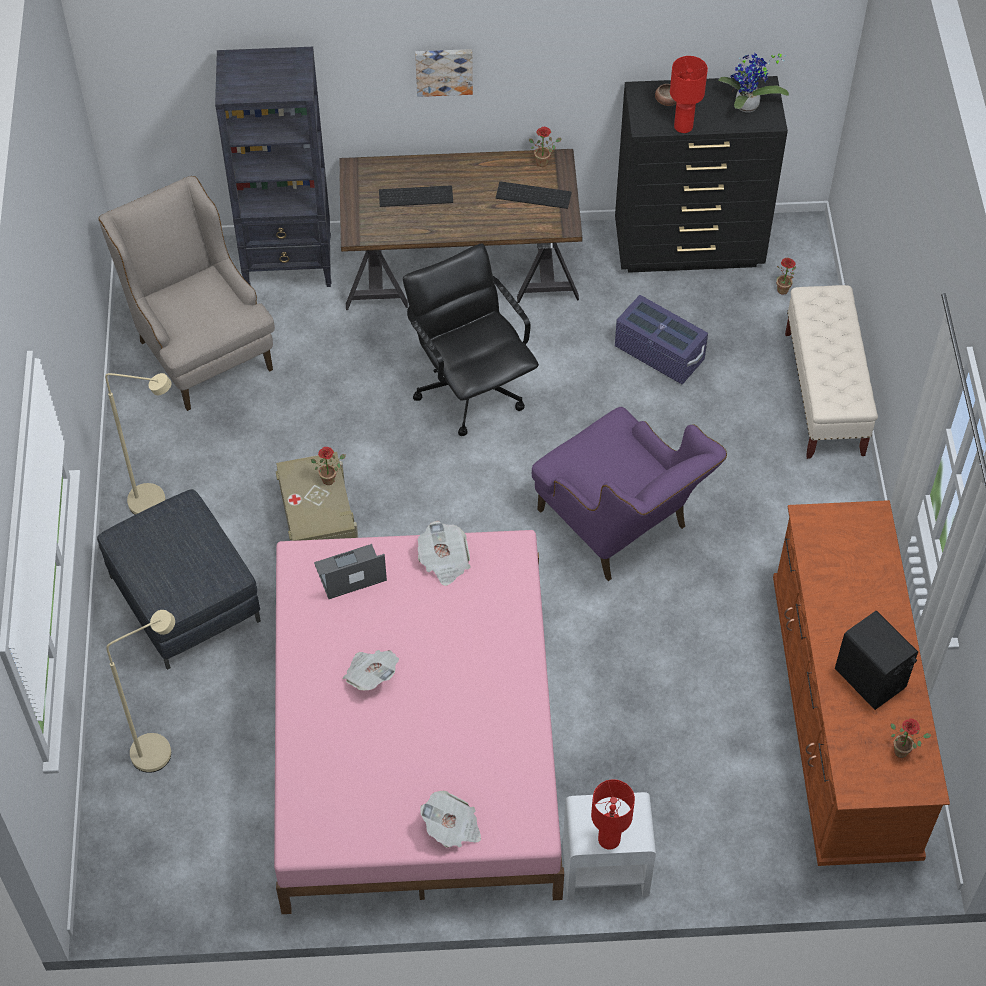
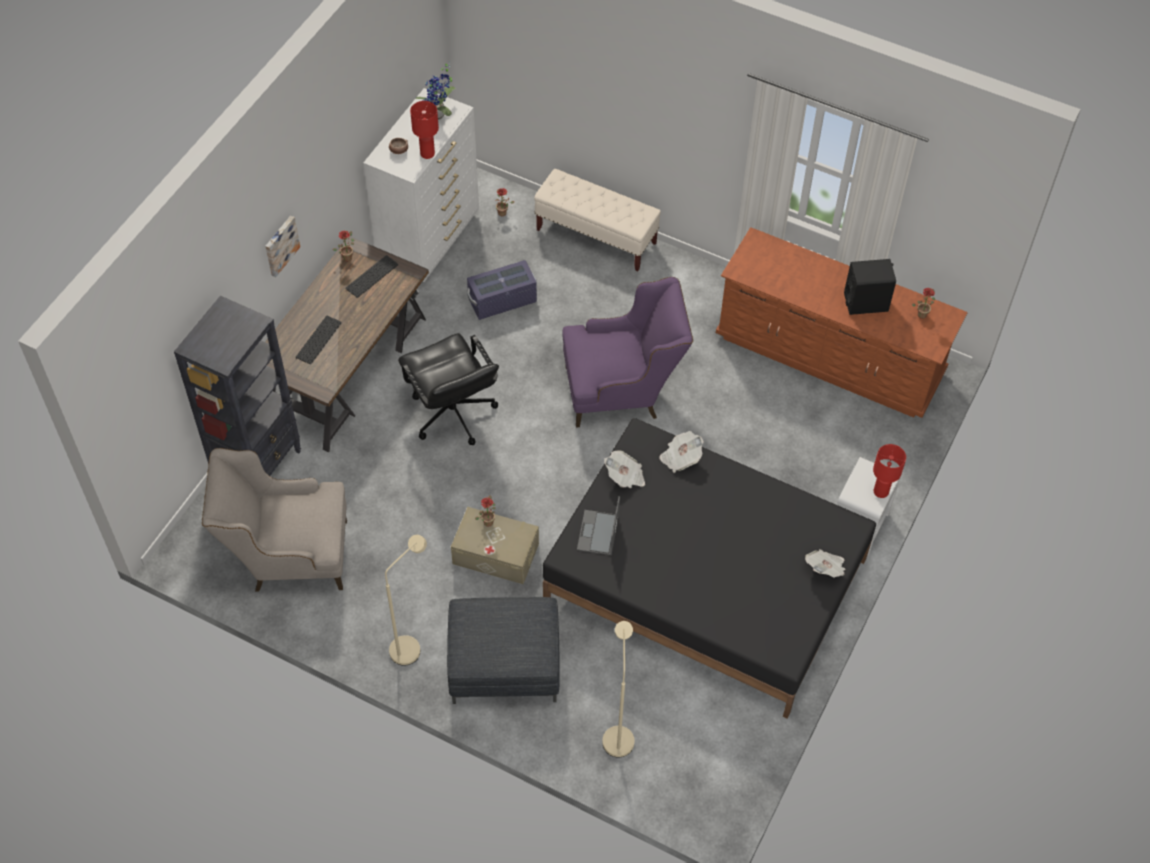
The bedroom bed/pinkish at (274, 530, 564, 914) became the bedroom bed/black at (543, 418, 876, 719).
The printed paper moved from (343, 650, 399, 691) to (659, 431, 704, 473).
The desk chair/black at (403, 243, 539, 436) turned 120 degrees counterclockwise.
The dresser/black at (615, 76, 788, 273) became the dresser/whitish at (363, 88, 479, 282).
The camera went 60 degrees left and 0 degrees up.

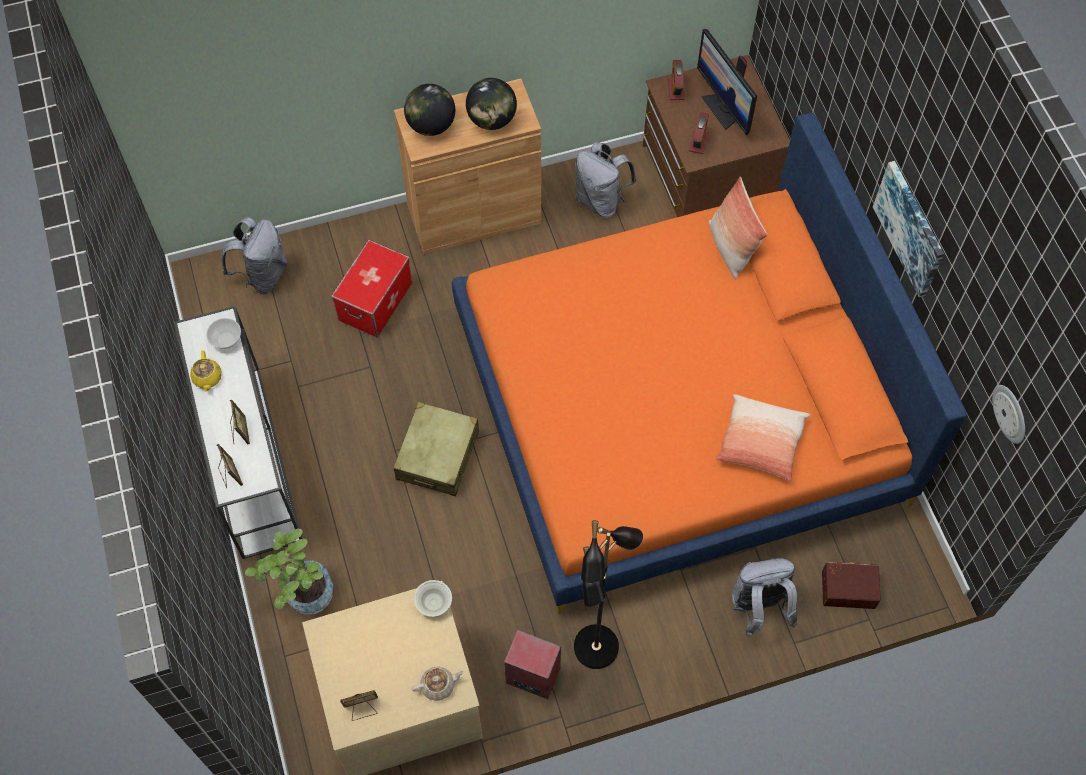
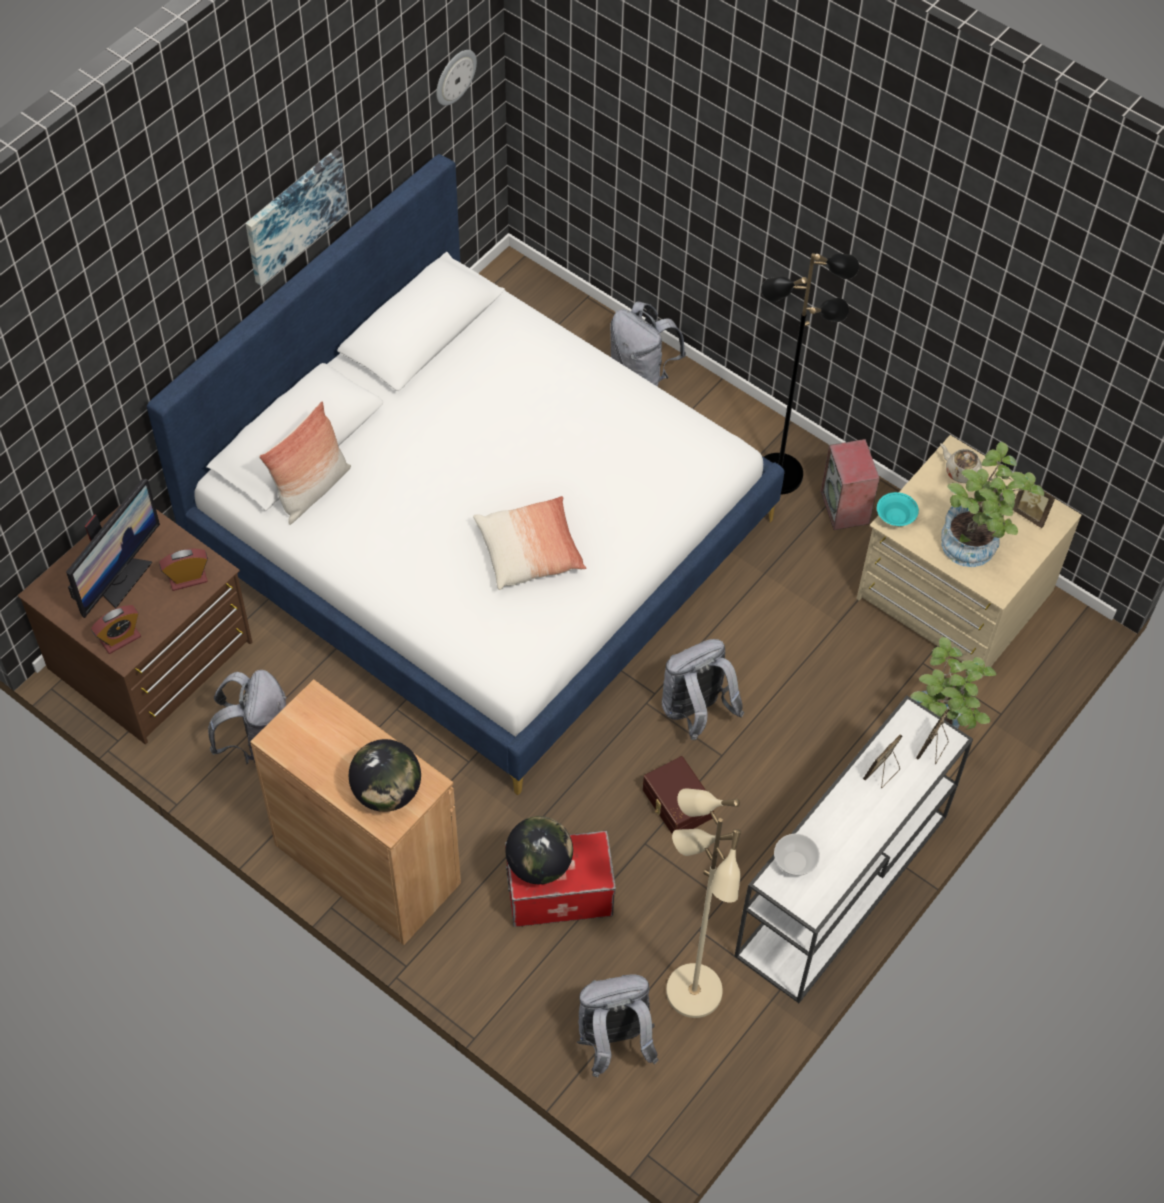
The tea pot/yellow-coloured at (190, 350, 222, 392) disappeared.
The suitcase/sand-coloured at (394, 402, 479, 496) was replaced by the backpack/gray at (662, 639, 744, 740).
The serving bowl/whitish at (414, 580, 452, 617) became the serving bowl/blue-green at (877, 492, 919, 526).
The bedroom bed/orange at (452, 113, 967, 614) became the bedroom bed/whitish at (147, 154, 784, 795).
The world globe moved from (466, 78, 517, 130) to (505, 816, 573, 884).
The cushion moved from (715, 394, 810, 482) to (473, 496, 587, 590).
The storage bin/brown-coloured moved from (822, 562, 881, 609) to (643, 756, 715, 834).
The standing lamp/sand-coloured at (666, 788, 741, 1018) appeared.
The plant in a pot at (941, 442, 1044, 567) appeared.
The camera went 125 degrees left and 5 degrees down.

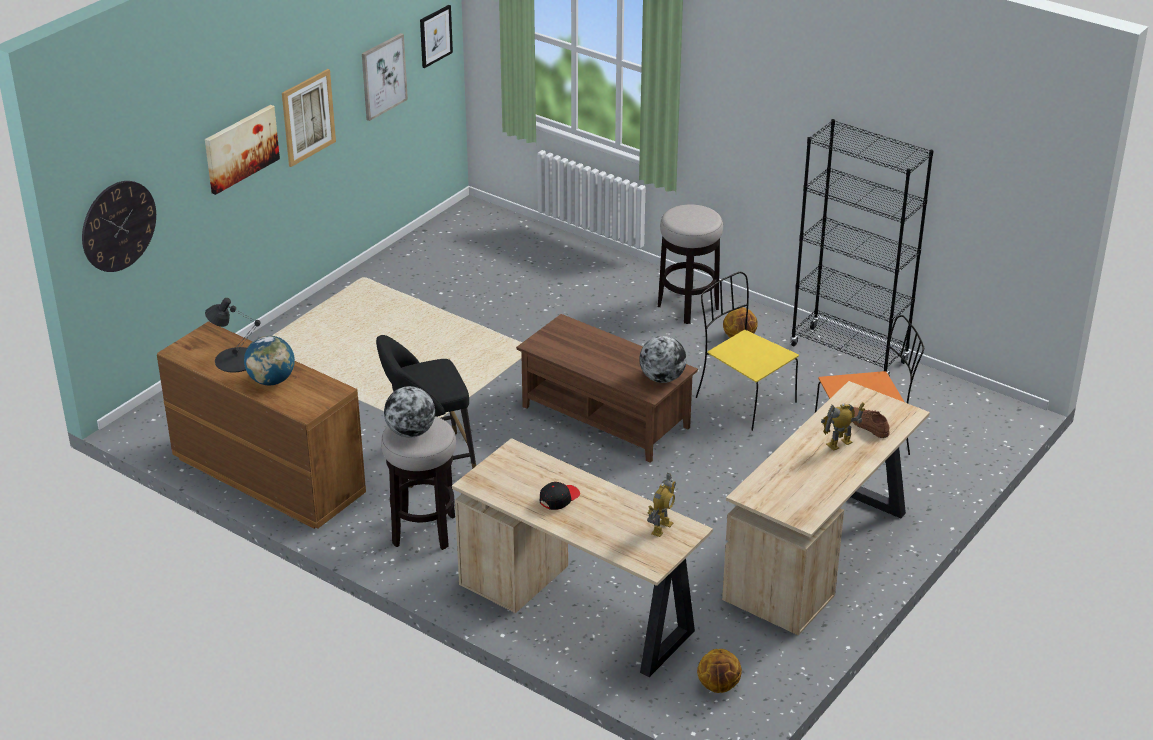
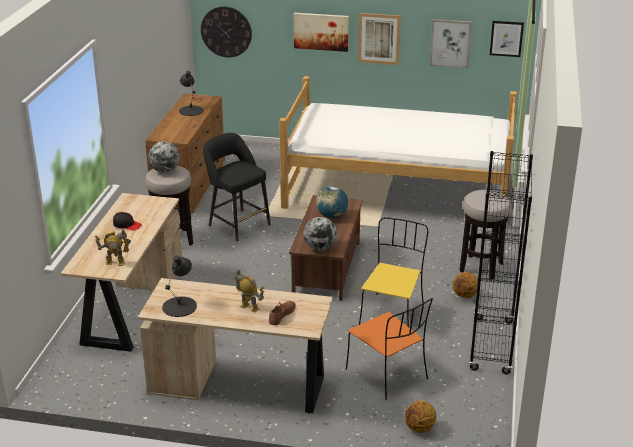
The world globe moved from (244, 336, 295, 385) to (316, 186, 348, 218).
The basketball ball moved from (697, 649, 742, 693) to (405, 400, 436, 433).
The tabletop lamp/black at (162, 255, 197, 317) appeared.
The bedroom bed at (279, 76, 517, 229) appeared.
The camera went 65 degrees right and 5 degrees down.

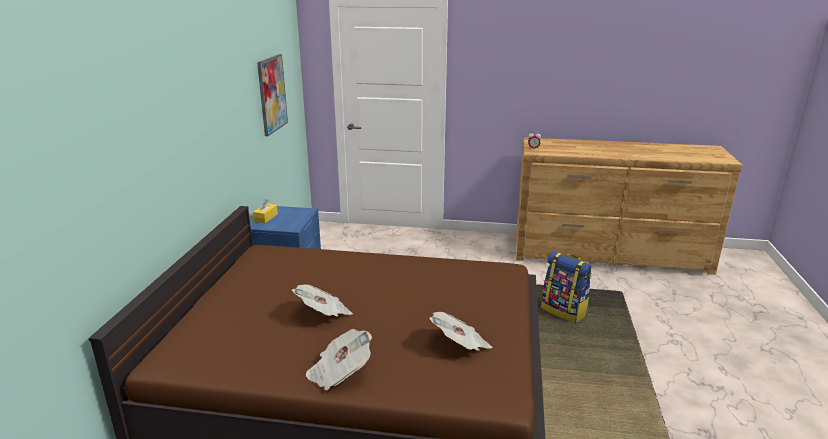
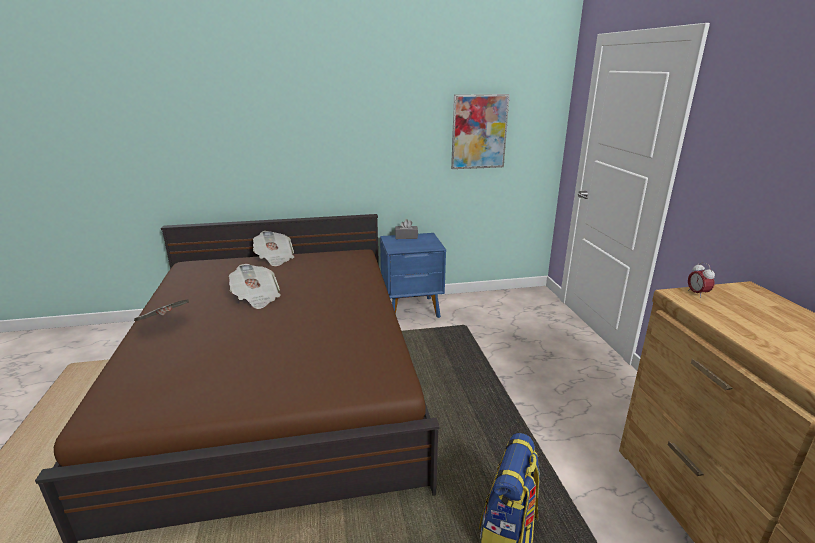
The box of tissues/yellow-coloured at (253, 199, 278, 223) became the box of tissues/gray at (395, 219, 418, 239).
The printed paper moved from (429, 312, 492, 351) to (253, 231, 294, 266).
The camera went 70 degrees right and 0 degrees up.

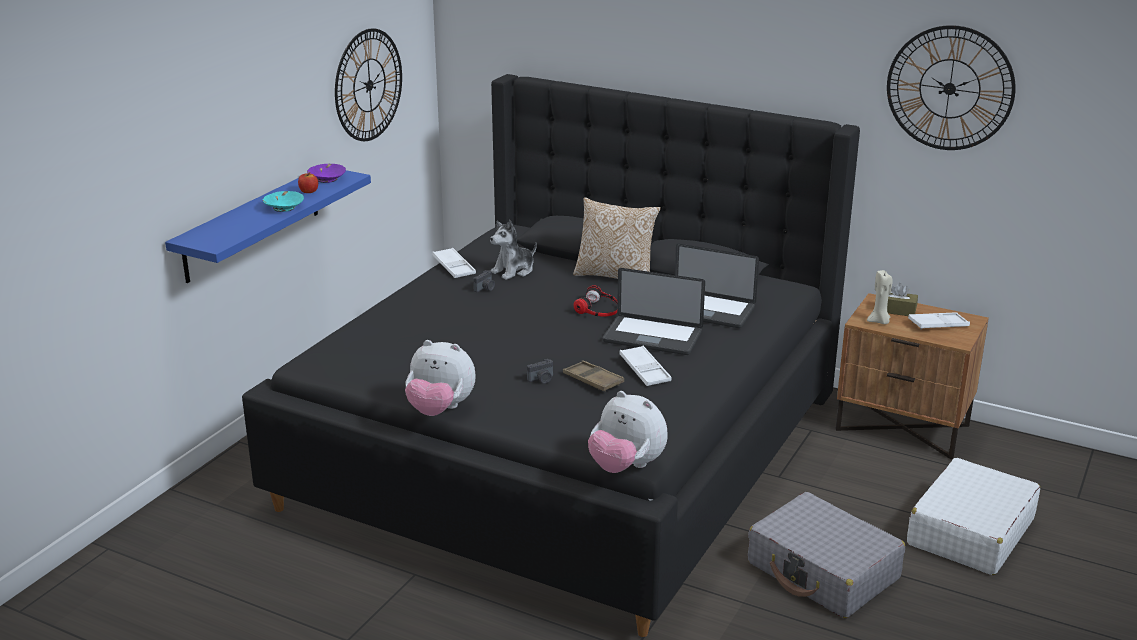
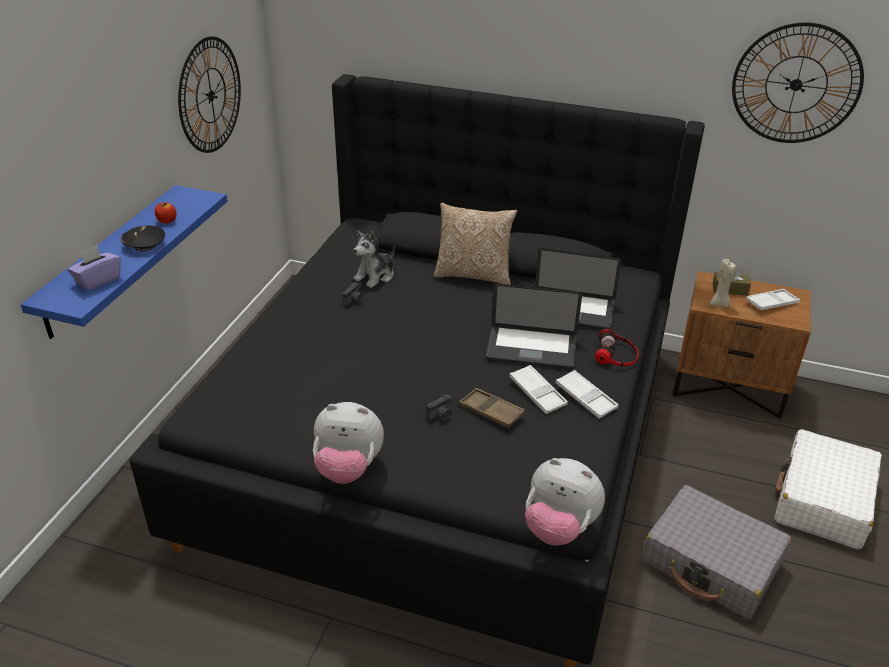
The serving bowl/blue-green at (263, 191, 304, 212) became the serving bowl/black at (121, 226, 165, 251).
The serving bowl/purple at (307, 164, 346, 183) disappeared.
The carrying tray/whitish moved from (432, 248, 476, 278) to (556, 370, 618, 419).
The headphones moved from (574, 285, 618, 317) to (595, 329, 639, 366).
The box of tissues/purple at (68, 245, 121, 291) appeared.
The camera went 10 degrees left and 10 degrees up.

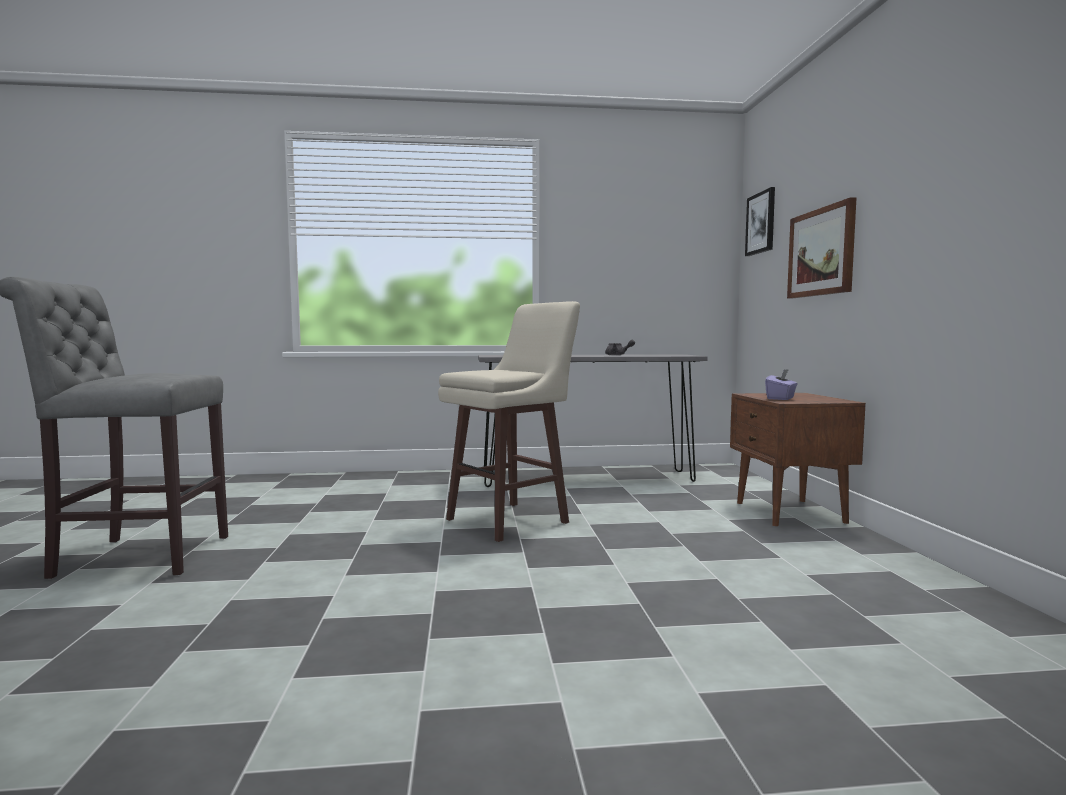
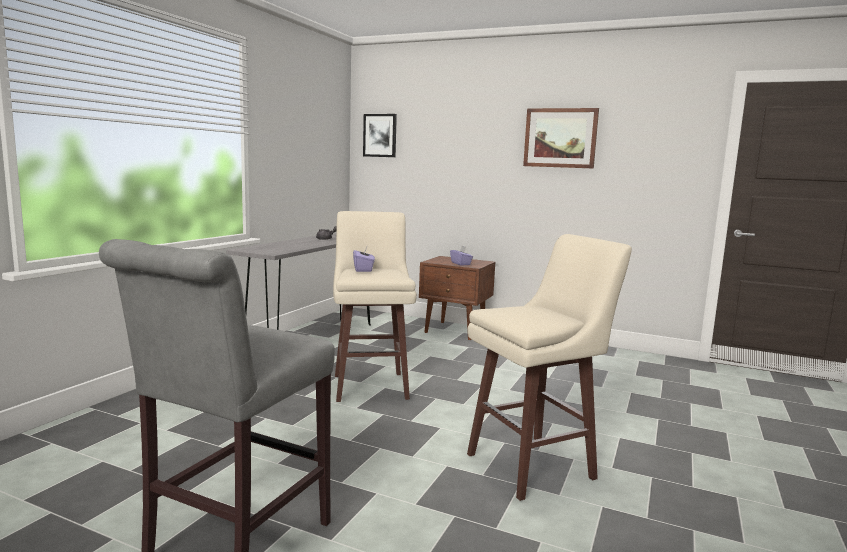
The wall picture moved from (787, 197, 856, 299) to (523, 108, 599, 169).
The box of tissues/purple at (353, 247, 375, 272) appeared.
The stool seat/sand-coloured at (467, 234, 632, 501) appeared.
The camera went 60 degrees left and 5 degrees up.

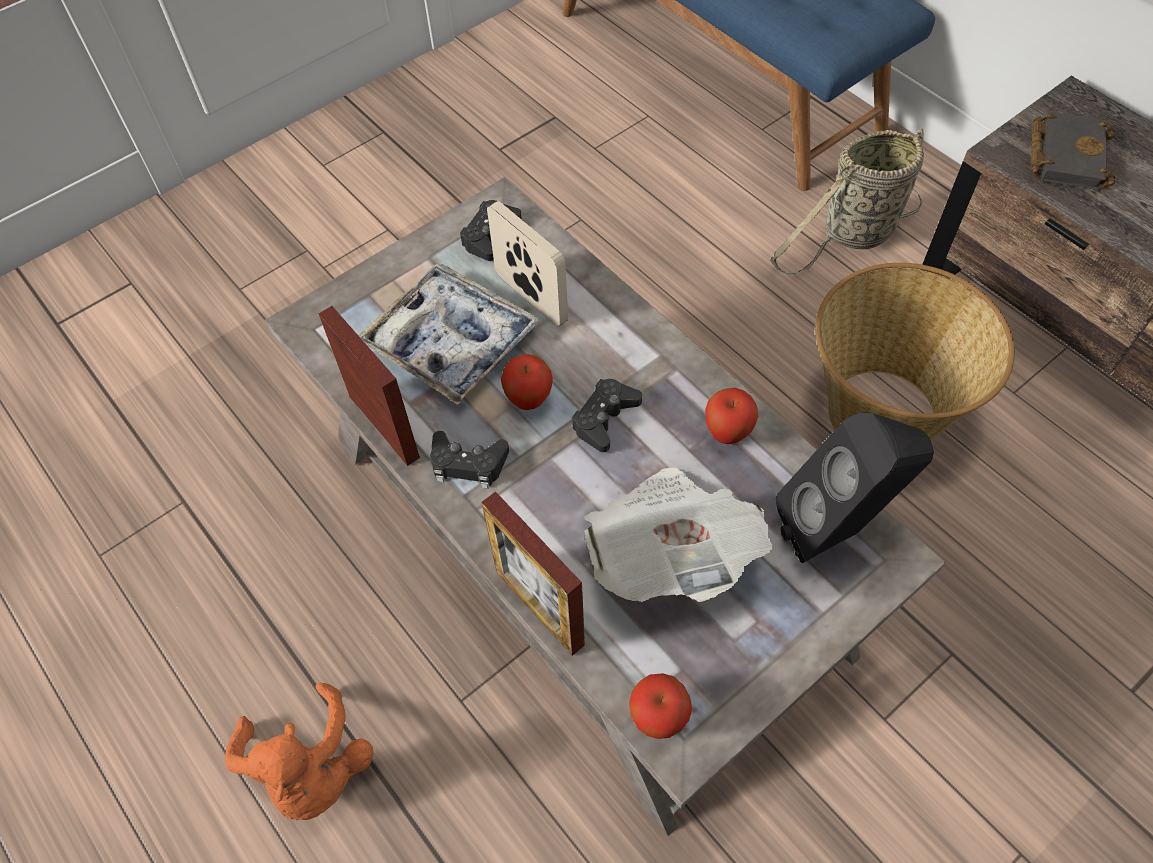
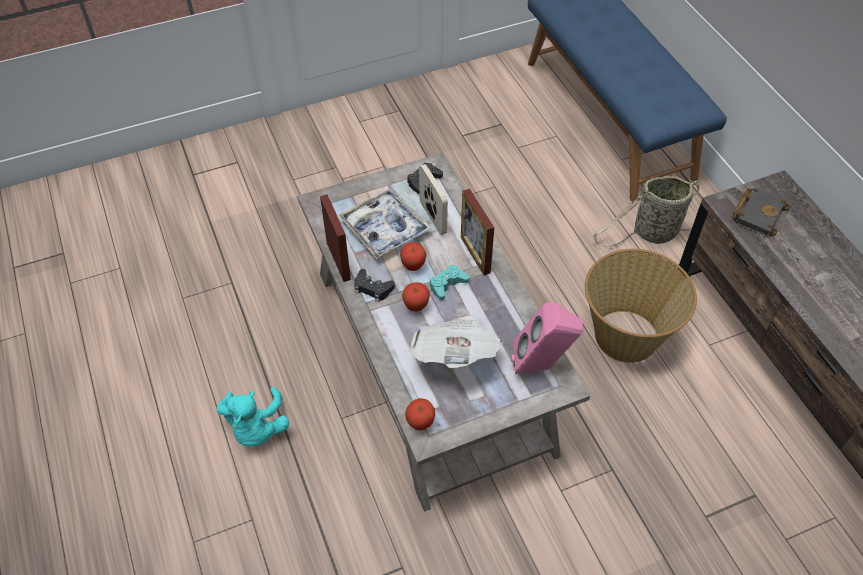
The soft toy/orange at (225, 682, 374, 820) became the soft toy/blue-green at (217, 387, 289, 447).
The standing frame moved from (481, 492, 585, 656) to (461, 189, 494, 275).
The game controller/black at (571, 379, 642, 452) became the game controller/blue-green at (430, 265, 469, 300).
The apple moved from (705, 388, 759, 444) to (402, 282, 430, 312).
The speaker/black at (776, 413, 934, 563) became the speaker/pinkish at (511, 302, 583, 374).
The camera went 15 degrees right and 5 degrees down.

